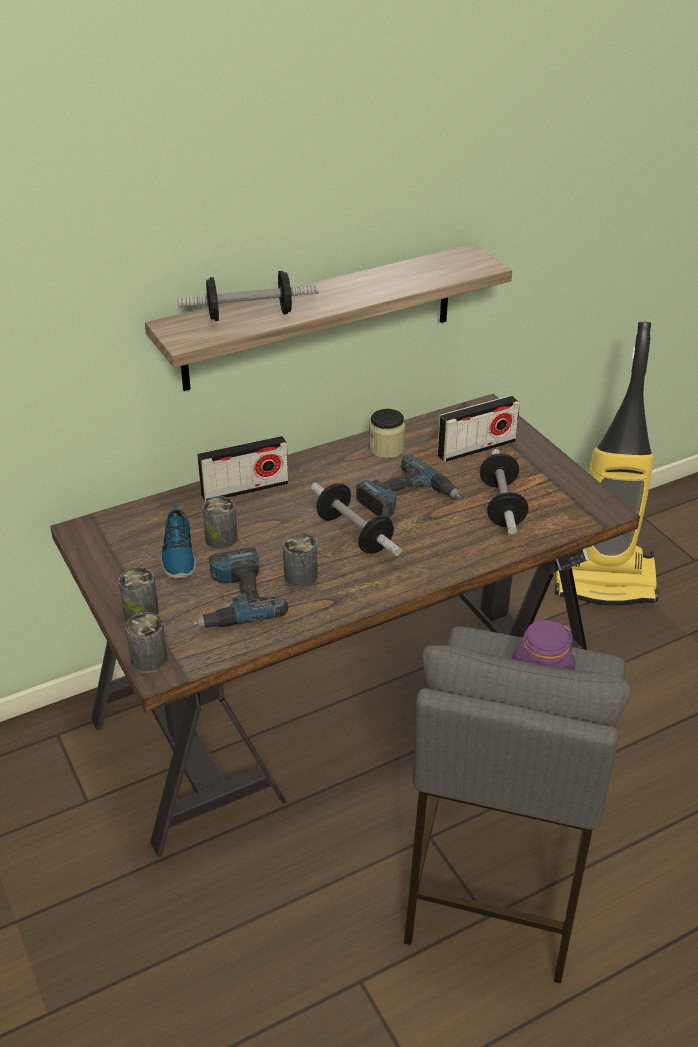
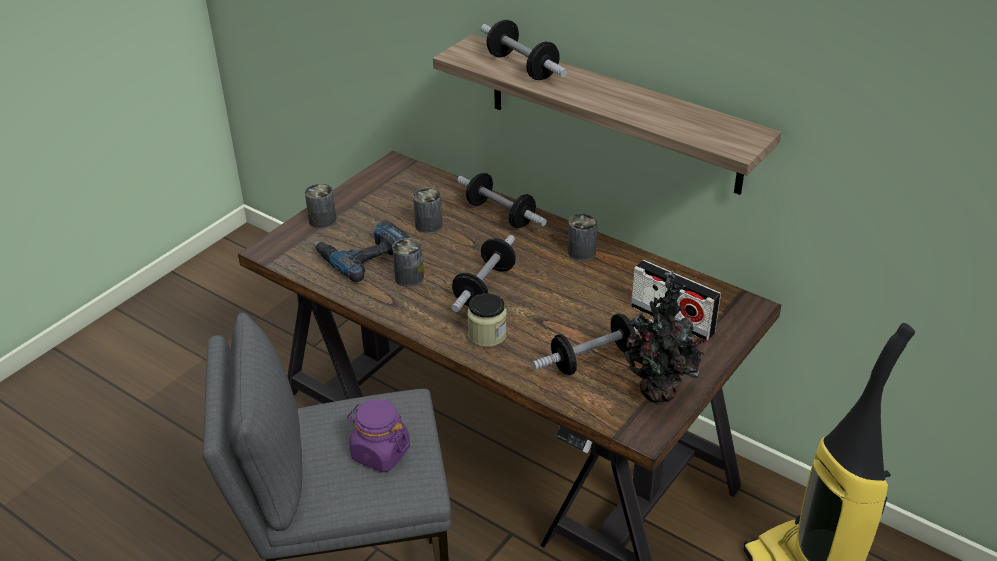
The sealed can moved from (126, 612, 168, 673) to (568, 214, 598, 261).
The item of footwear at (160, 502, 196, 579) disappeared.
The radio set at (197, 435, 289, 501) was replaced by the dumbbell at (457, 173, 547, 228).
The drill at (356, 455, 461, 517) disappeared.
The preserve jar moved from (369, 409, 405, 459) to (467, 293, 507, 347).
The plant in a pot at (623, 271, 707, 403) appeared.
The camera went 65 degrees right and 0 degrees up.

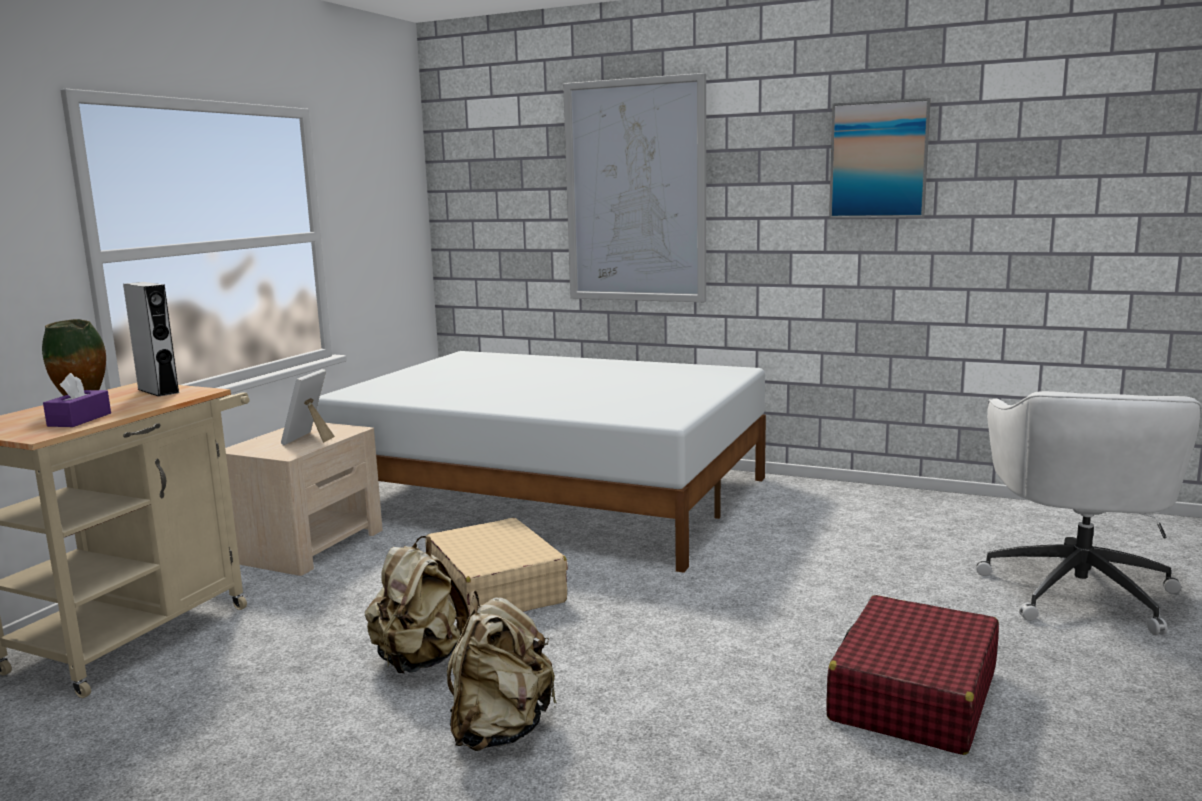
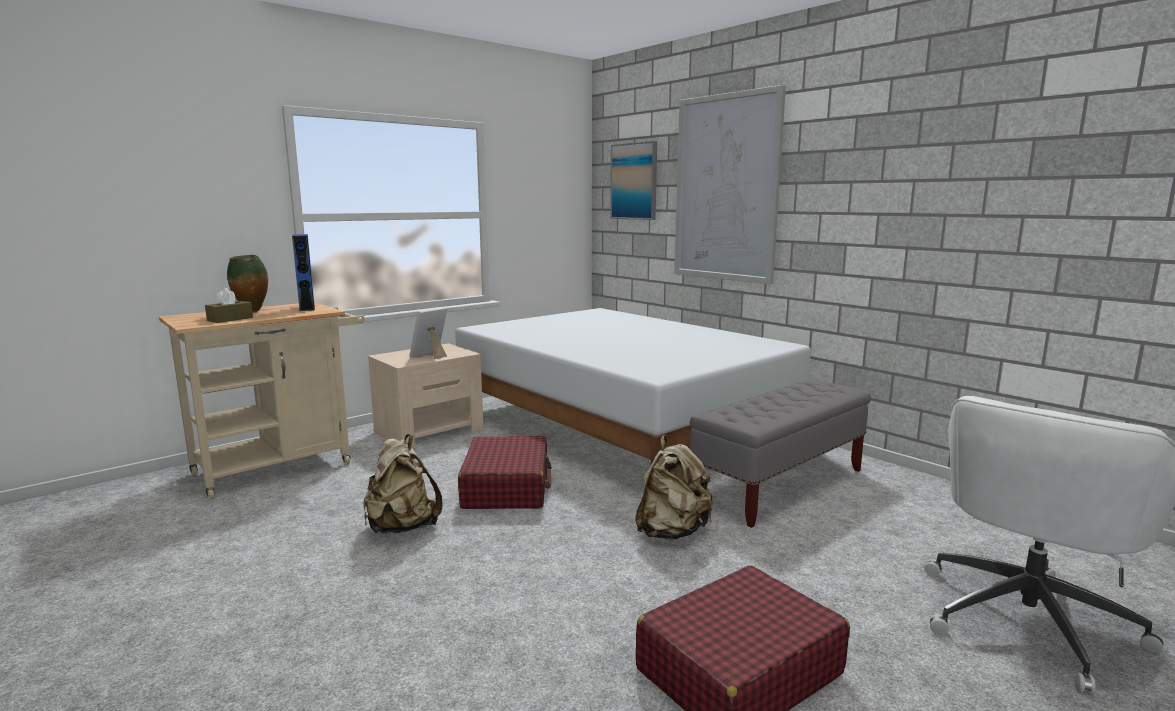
The box of tissues/purple at (43, 373, 111, 427) became the box of tissues/brown-coloured at (205, 288, 253, 323).
The speaker/gray at (123, 282, 180, 397) became the speaker/blue-coloured at (292, 234, 315, 311).
The suitcase/sand-coloured at (425, 518, 568, 615) became the suitcase/red at (458, 436, 552, 509).
The backpack/sand-coloured moved from (447, 590, 557, 751) to (635, 435, 713, 540).
The wall picture moved from (829, 98, 931, 219) to (610, 141, 657, 220).
The indoor bench/gray at (690, 379, 871, 528) appeared.
The camera went 25 degrees right and 0 degrees up.

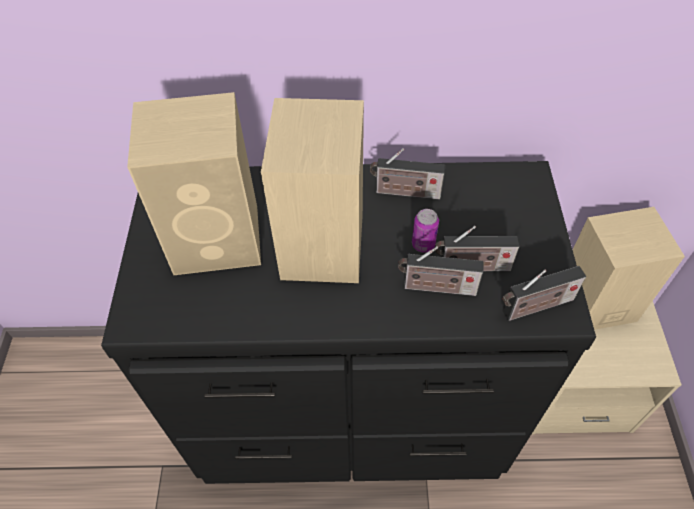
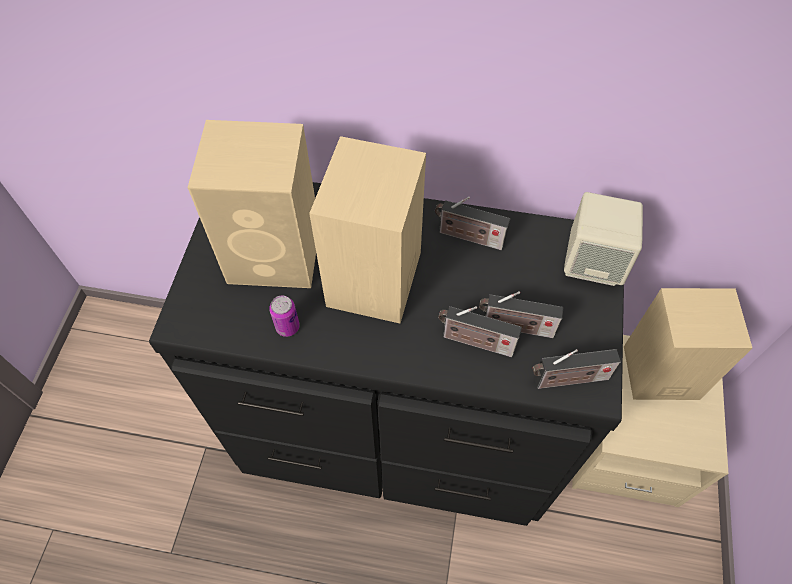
The sealed can moved from (412, 209, 439, 253) to (269, 296, 300, 337).
The speaker/sand-coloured at (564, 192, 643, 286) appeared.
The camera went 10 degrees right and 5 degrees up.

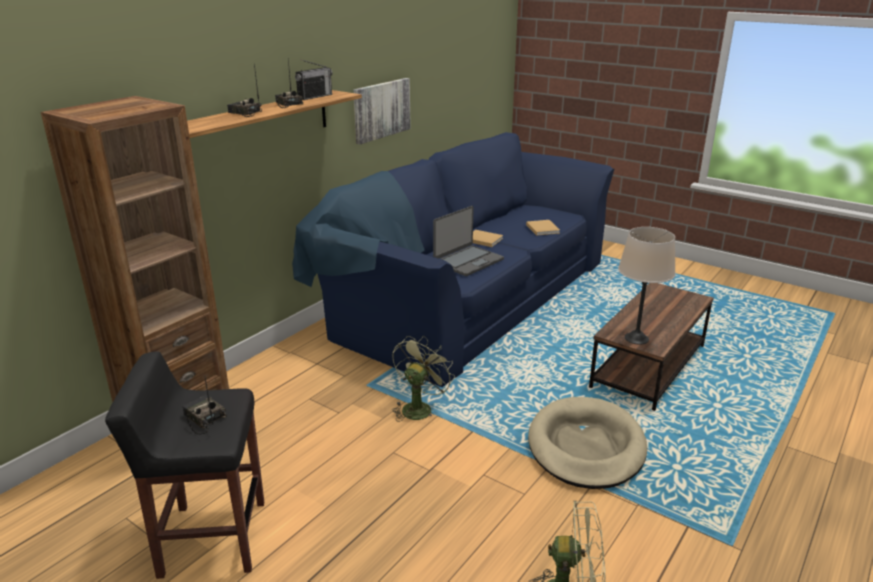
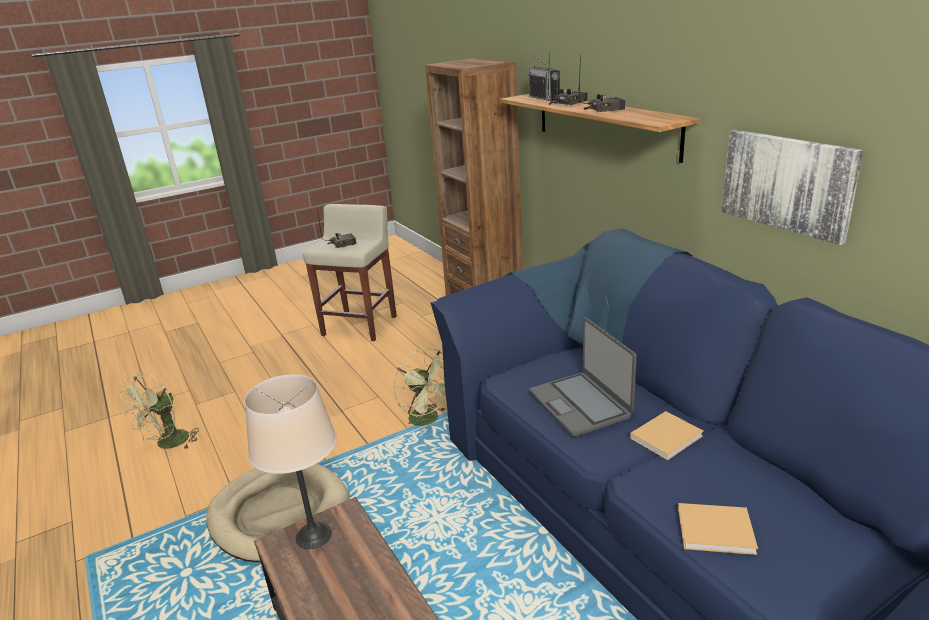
The stool seat/black at (105, 352, 264, 579) became the stool seat/sand-coloured at (303, 204, 397, 341).
The radio set moved from (295, 60, 333, 100) to (528, 55, 560, 101).
The camera went 115 degrees right and 0 degrees up.

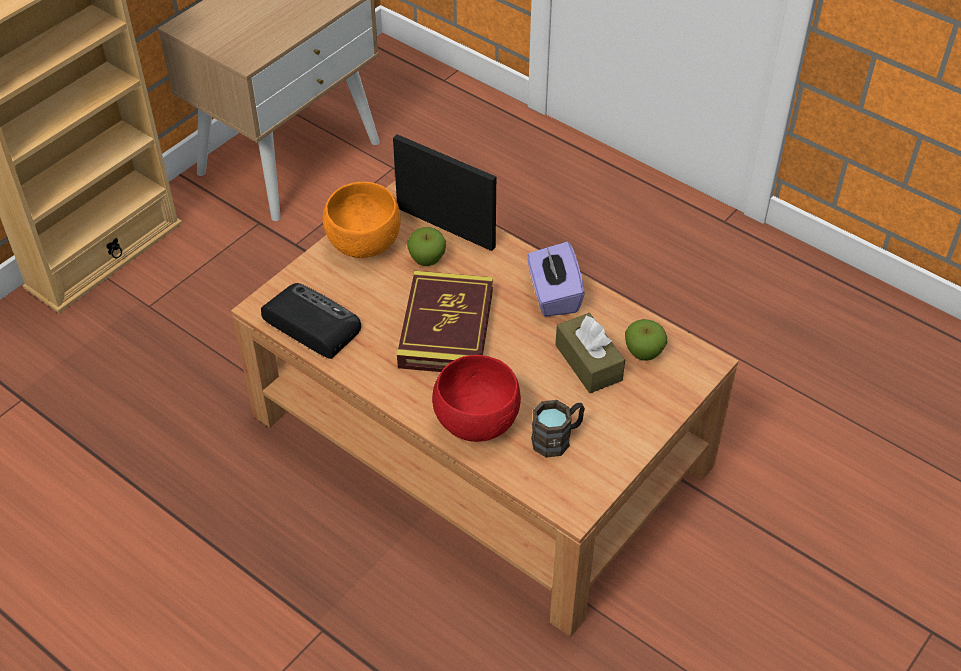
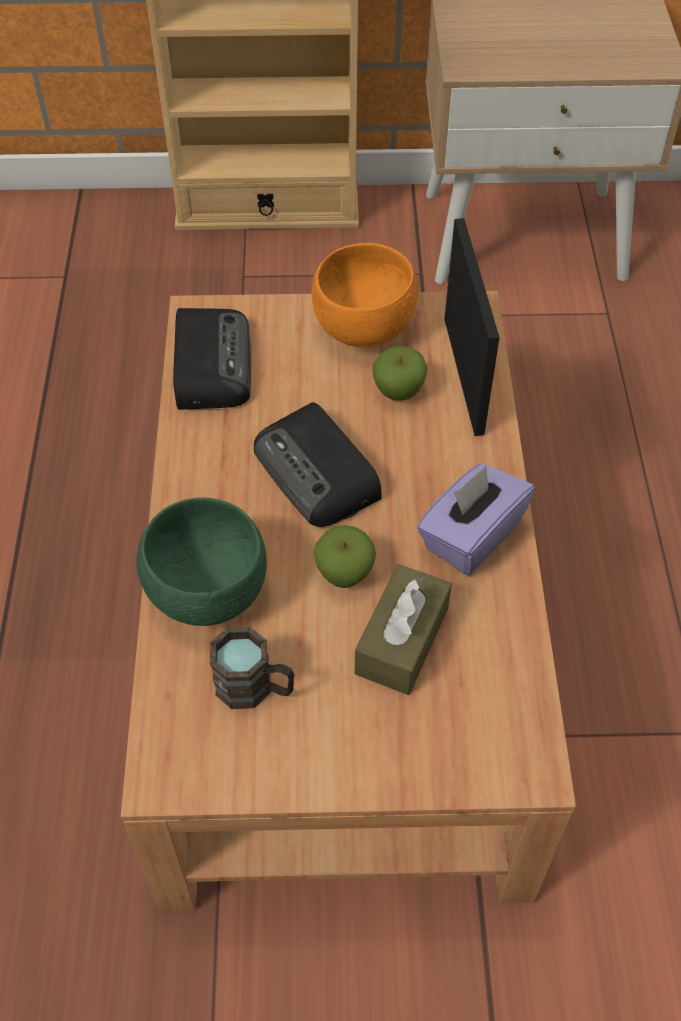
The bound book at (397, 271, 493, 372) was replaced by the radio set at (254, 402, 381, 527).
The serving bowl/red at (432, 355, 521, 442) became the serving bowl/greenish at (136, 497, 267, 626).
The apple moved from (625, 319, 667, 361) to (314, 525, 376, 588).
The camera went 50 degrees right and 5 degrees up.

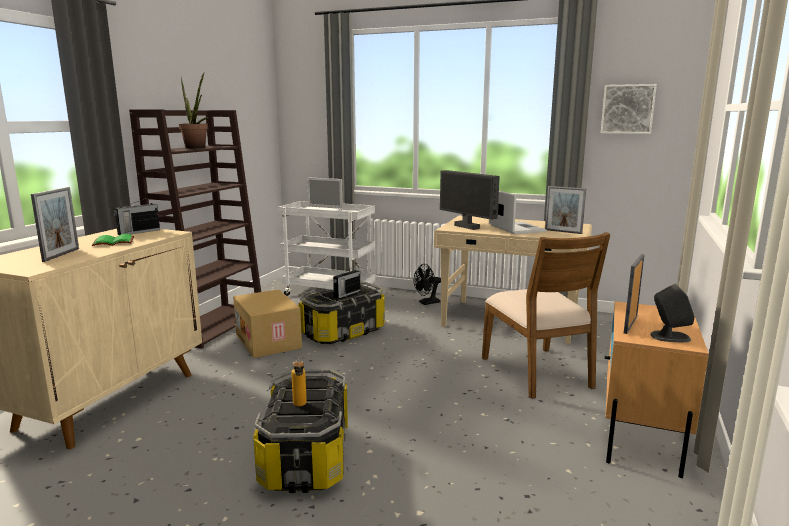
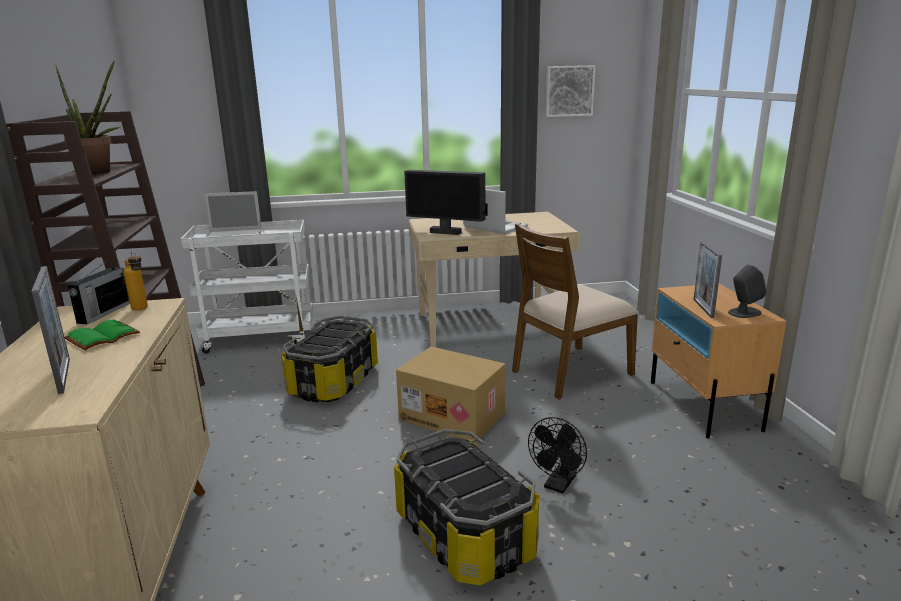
The carton moved from (233, 289, 302, 358) to (396, 347, 506, 443).
The beverage bottle moved from (291, 358, 307, 406) to (123, 250, 148, 311).
The radio set at (333, 267, 360, 299) disappeared.
The fan/black moved from (414, 264, 441, 305) to (528, 417, 587, 494).
The chair/brown-coloured at (482, 232, 610, 399) turned 105 degrees clockwise.
The standing frame at (545, 186, 586, 234) disappeared.
The camera went 30 degrees left and 5 degrees up.

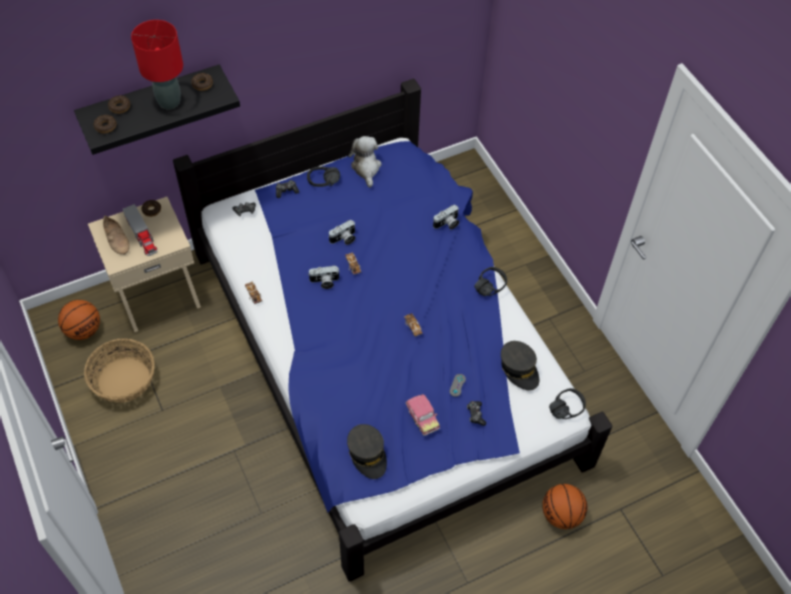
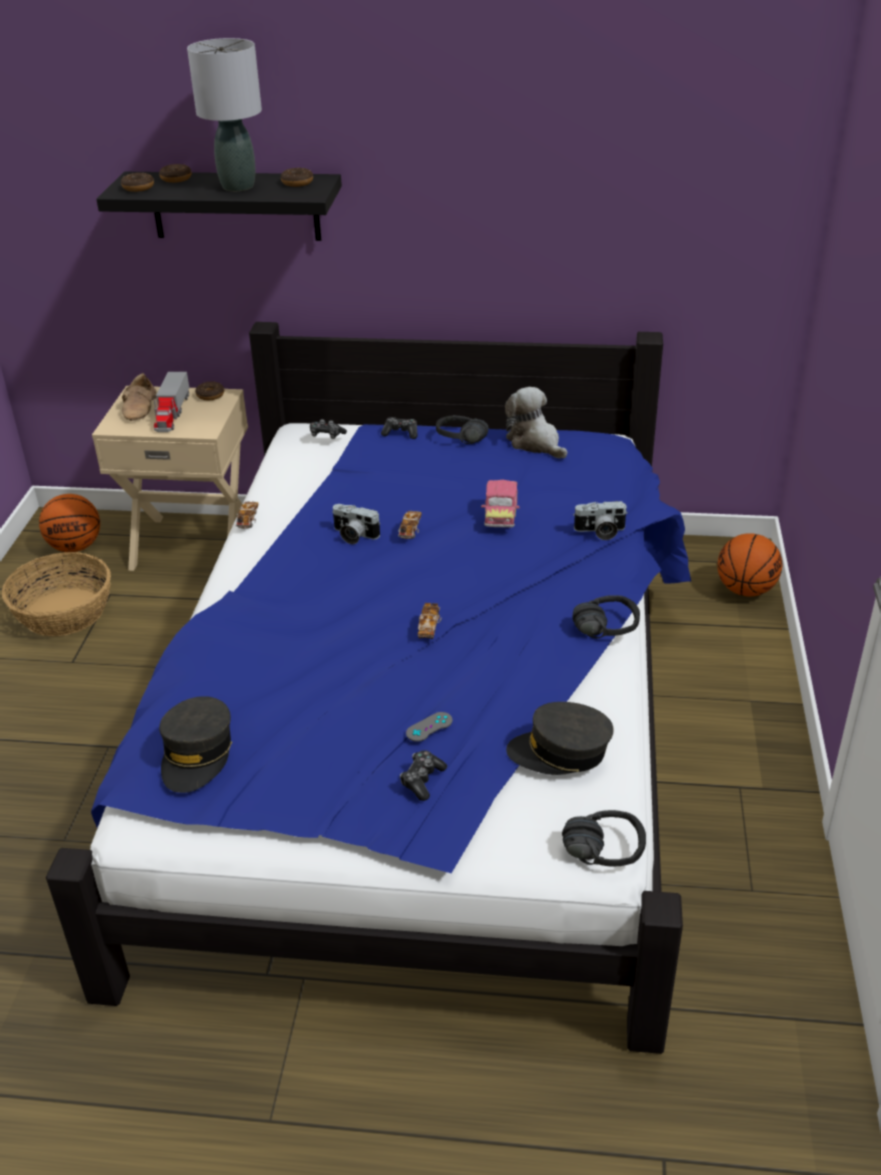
The tabletop lamp/red at (131, 20, 183, 109) became the tabletop lamp/gray at (187, 38, 262, 191).
The still camera at (329, 220, 355, 245) disappeared.
The soft toy at (348, 136, 382, 188) turned 60 degrees counterclockwise.
The miniature car moved from (406, 394, 440, 436) to (481, 480, 520, 527).
The baseball cap/gray at (501, 341, 539, 390) turned 90 degrees clockwise.
The basketball ball moved from (542, 484, 587, 529) to (717, 533, 782, 597).
The camera went 35 degrees right and 20 degrees down.

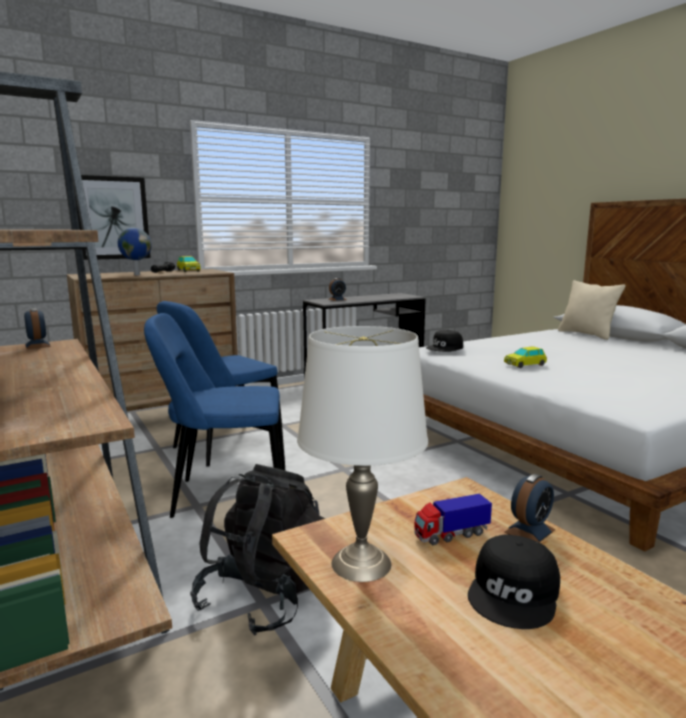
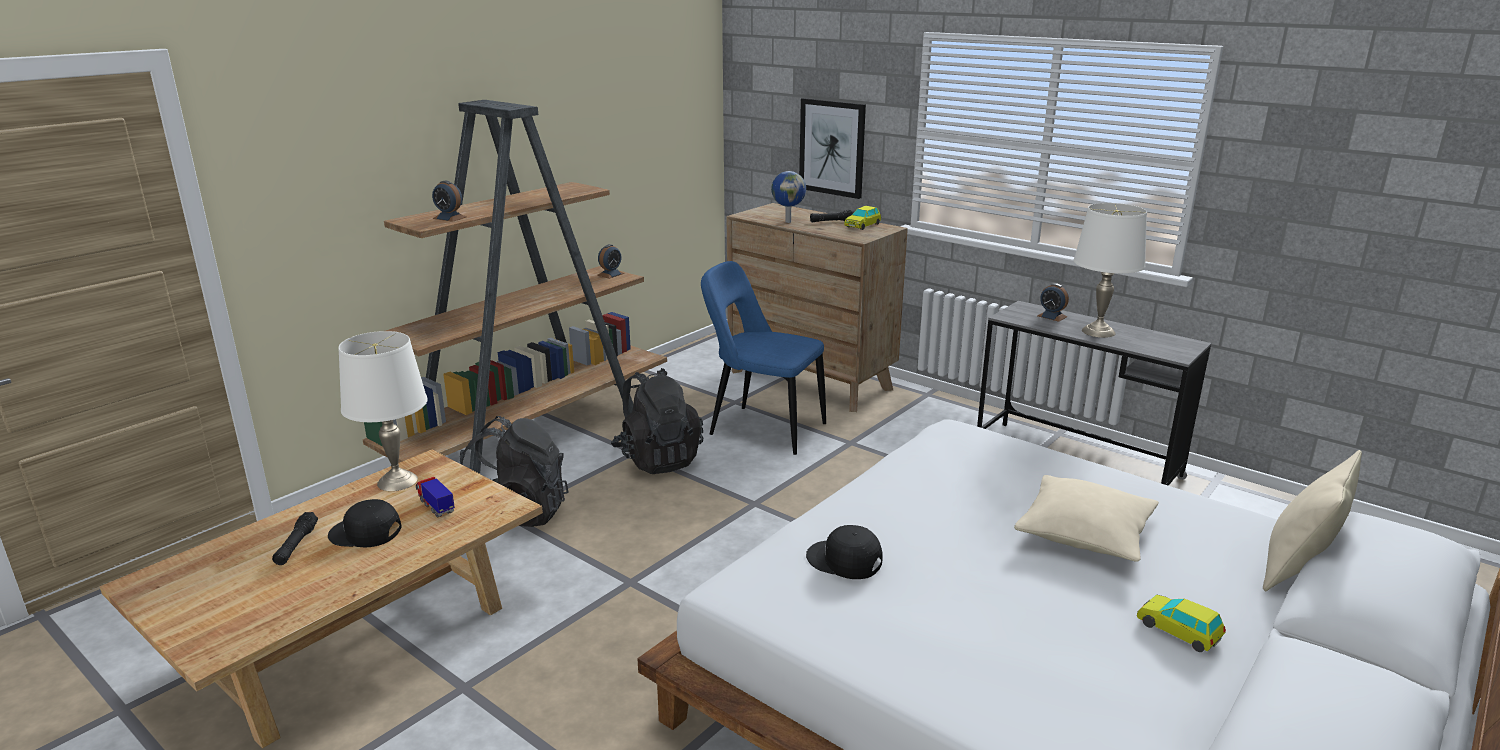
The chair/blue-coloured at (144, 313, 285, 518) was replaced by the backpack/black at (611, 368, 703, 474).
The baseball cap/black moved from (426, 330, 463, 352) to (806, 525, 883, 579).
The miniature car moved from (504, 346, 547, 368) to (1137, 594, 1226, 652).
The table clock moved from (504, 474, 556, 543) to (432, 181, 466, 222).
The hand torch/black at (272, 512, 318, 565) appeared.
The cushion/sand-coloured at (1014, 475, 1159, 562) appeared.
The tabletop lamp/whitish at (1074, 203, 1147, 338) appeared.
The camera went 70 degrees right and 10 degrees up.

